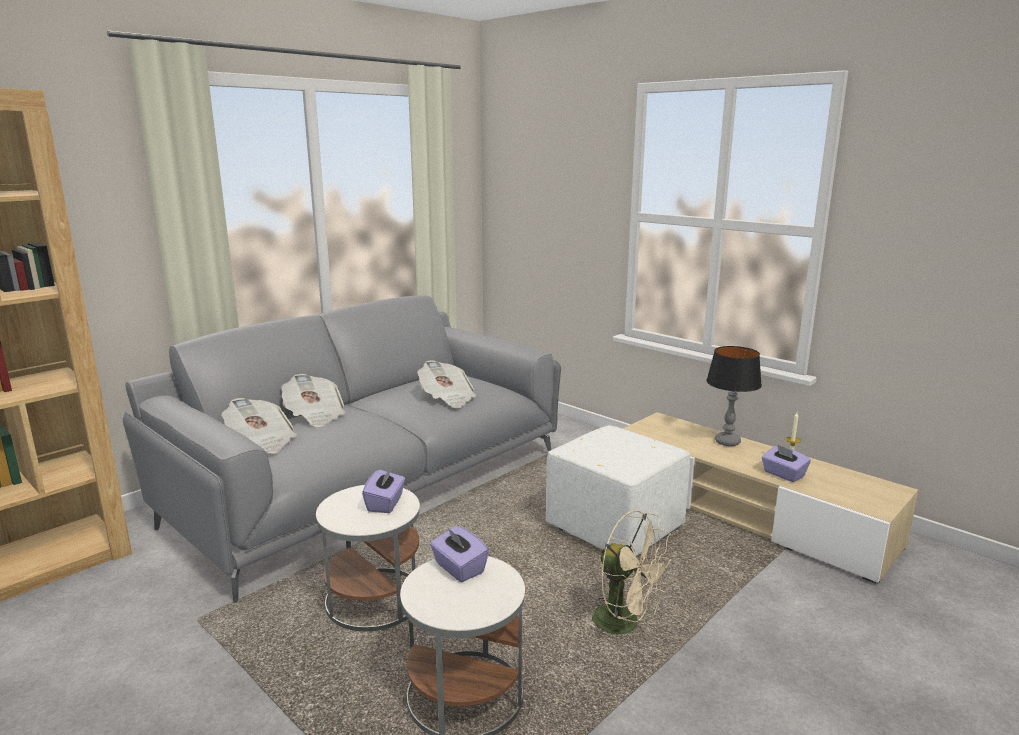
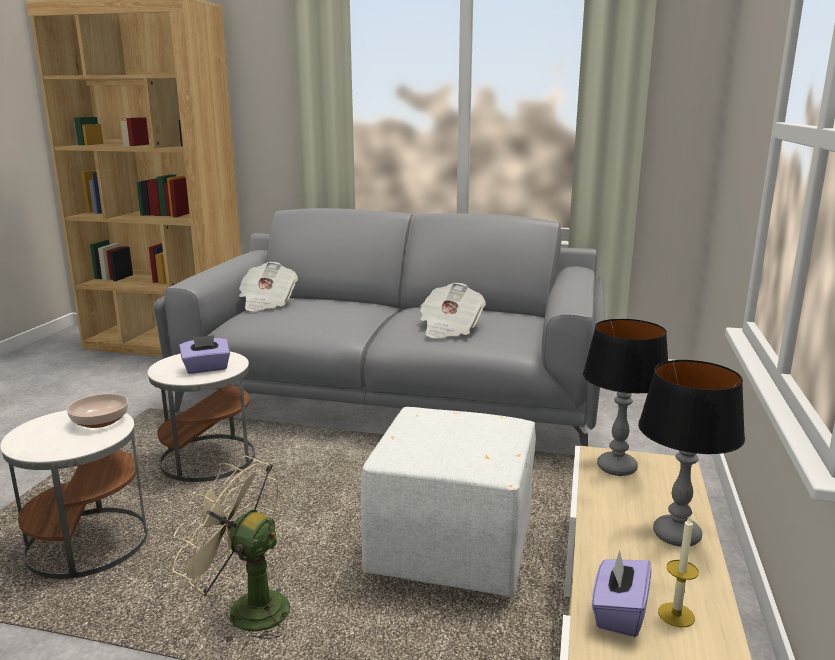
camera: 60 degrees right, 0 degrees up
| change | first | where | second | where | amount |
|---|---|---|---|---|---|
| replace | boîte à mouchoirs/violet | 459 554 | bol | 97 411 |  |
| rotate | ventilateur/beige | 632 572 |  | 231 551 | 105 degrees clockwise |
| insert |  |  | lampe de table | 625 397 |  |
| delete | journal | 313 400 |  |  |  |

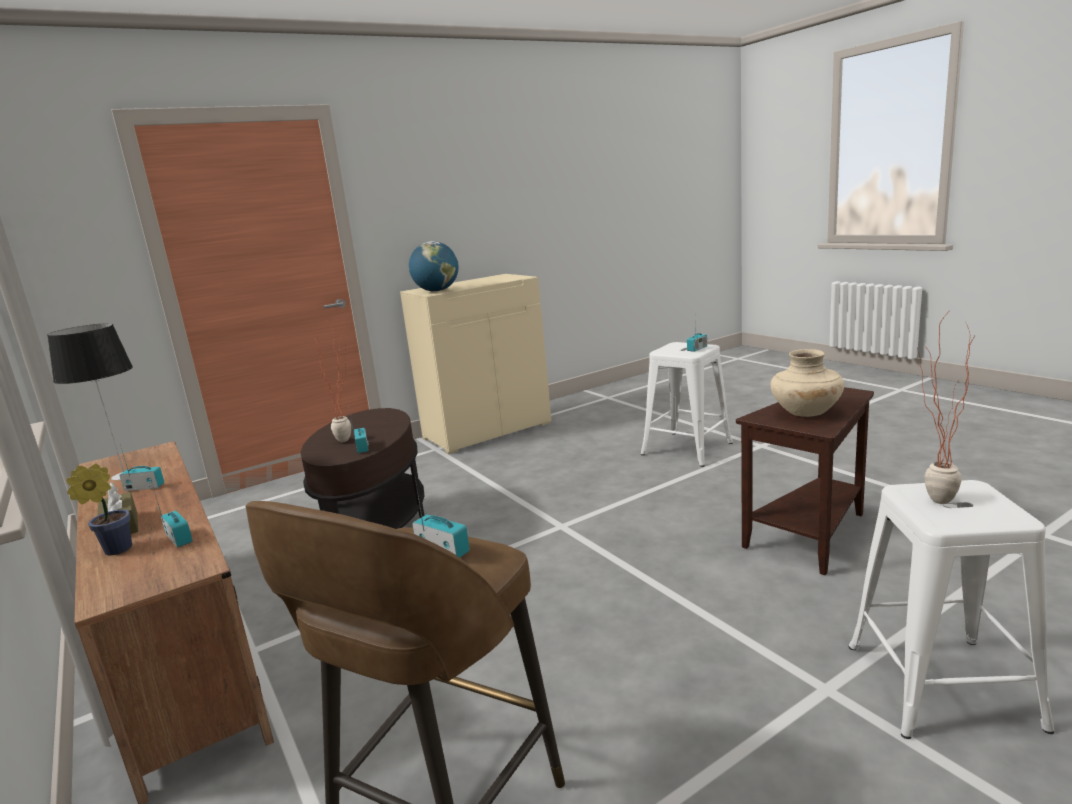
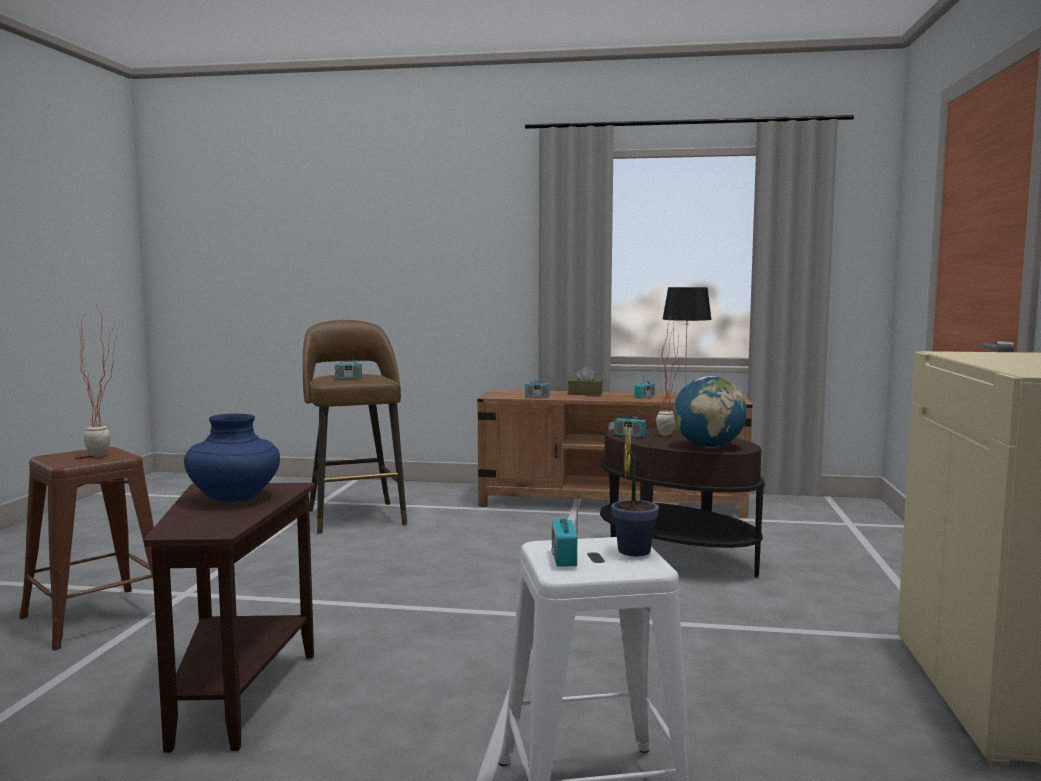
camera: 130 degrees right, 10 degrees down
| change | first | where | second | where | amount |
|---|---|---|---|---|---|
| recolor | tabouret/blanc | 951 609 | tabouret/marron | 86 548 |  |
| recolor | vase/beige | 807 383 | vase/bleu | 232 457 |  |
| move | plante en pot | 99 510 |  | 635 490 |  |
| move | globe | 434 266 |  | 710 412 |  |

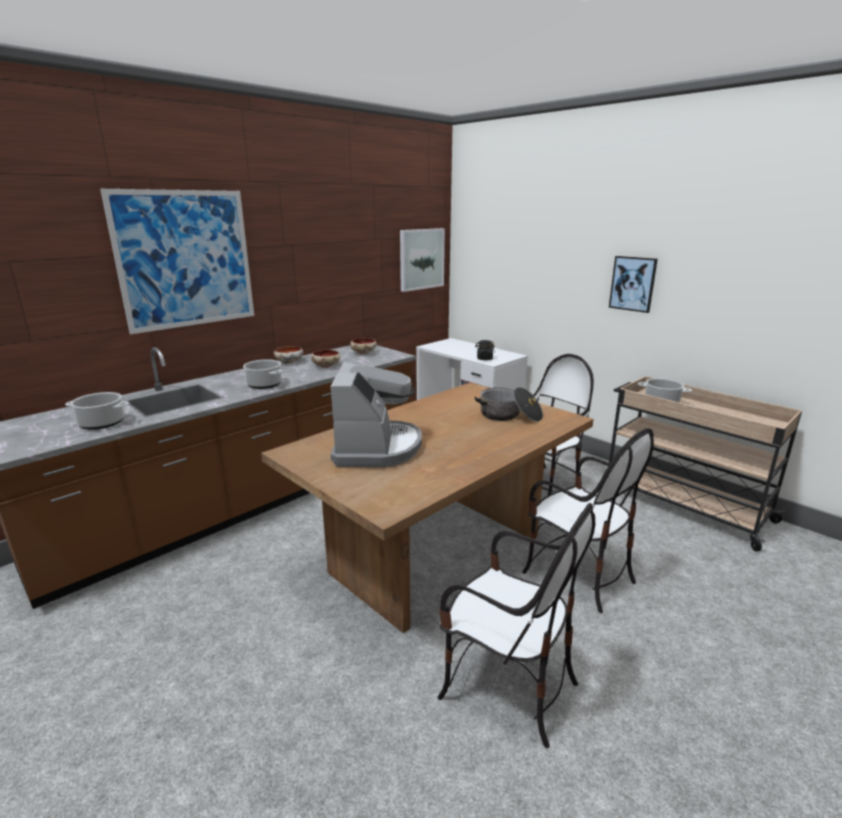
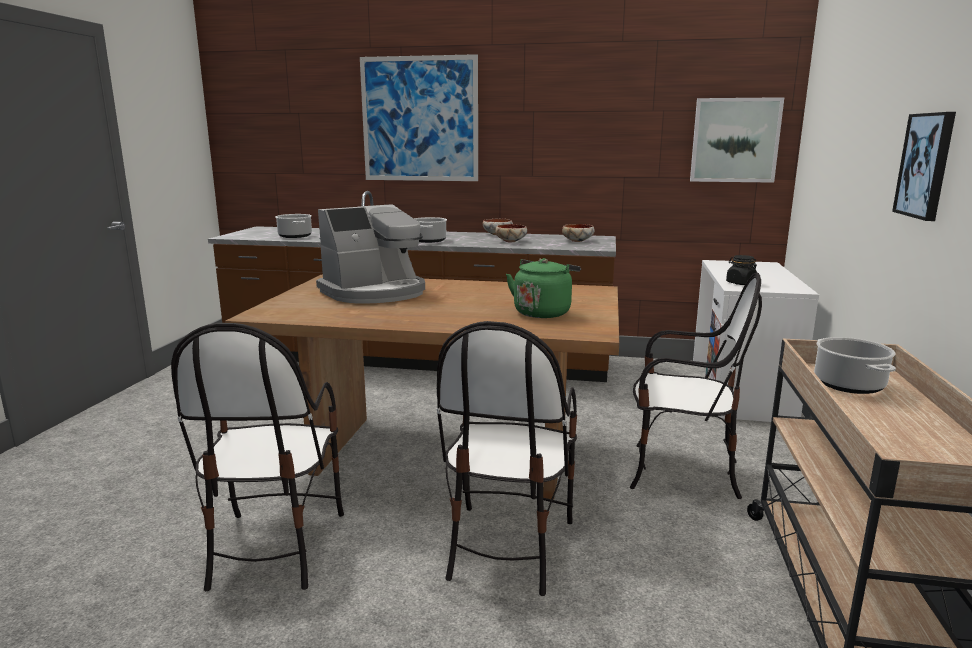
camera: 55 degrees right, 5 degrees down
| change | first | where | second | where | amount |
|---|---|---|---|---|---|
| replace | marmite | 509 404 | bouilloire/vert | 543 288 |  |

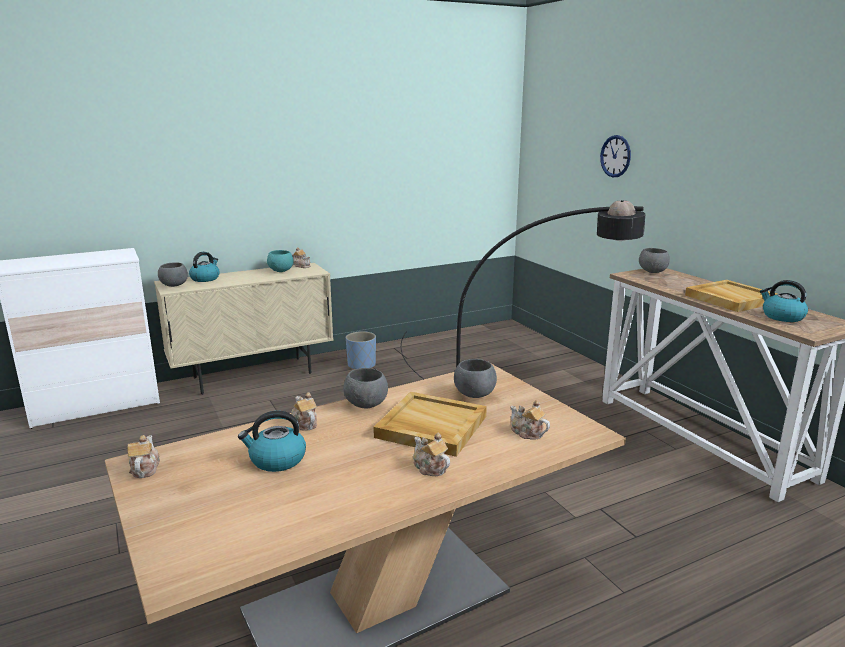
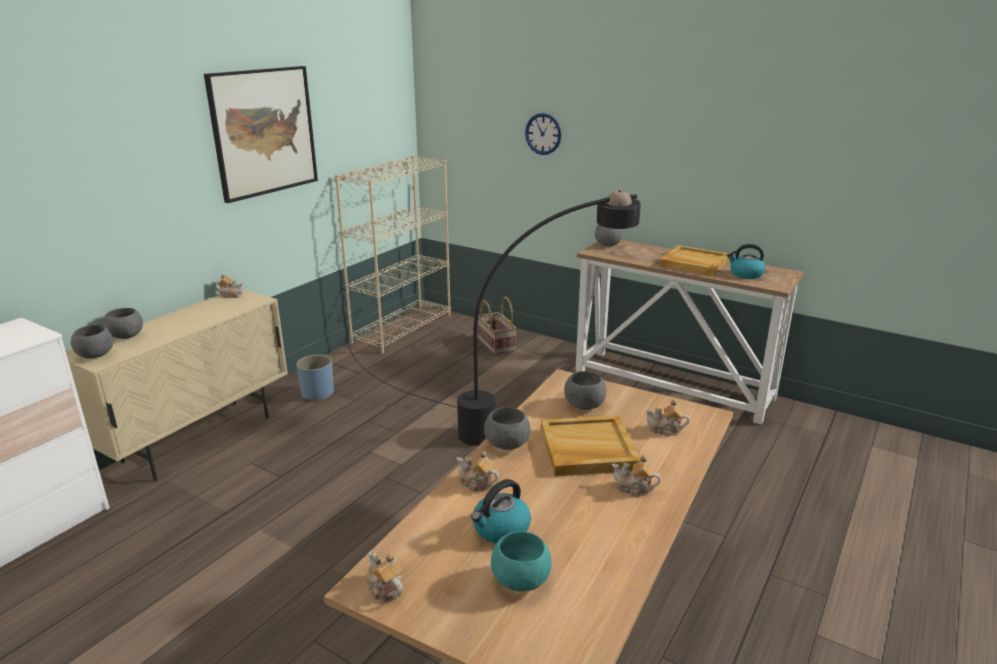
camera: 30 degrees left, 5 degrees up
| change | first | where | second | where | amount |
|---|---|---|---|---|---|
| replace | bouilloire | 204 267 | bol/gris | 123 323 |  |
| insert |  |  | tableau | 261 134 |  |
| insert |  |  | bibliothèque/beige | 393 255 |  |
| insert |  |  | panier | 497 326 |  |
| move | bol/turquoise | 280 261 |  | 521 561 |  |

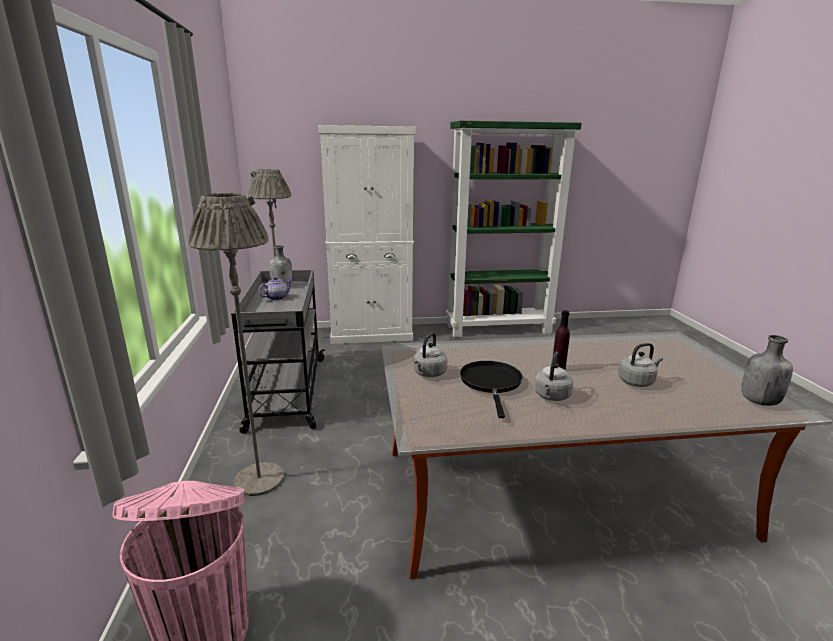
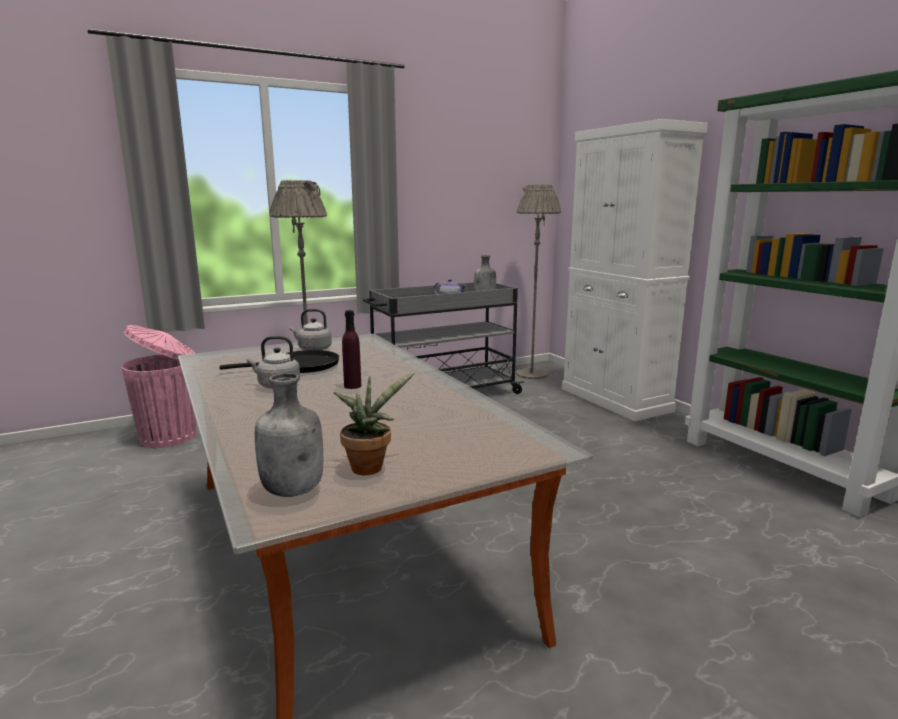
camera: 70 degrees right, 5 degrees down
| change | first | where | second | where | amount |
|---|---|---|---|---|---|
| insert |  |  | plante en pot | 374 423 |  |
| delete | bouilloire/gris | 640 365 |  |  |  |

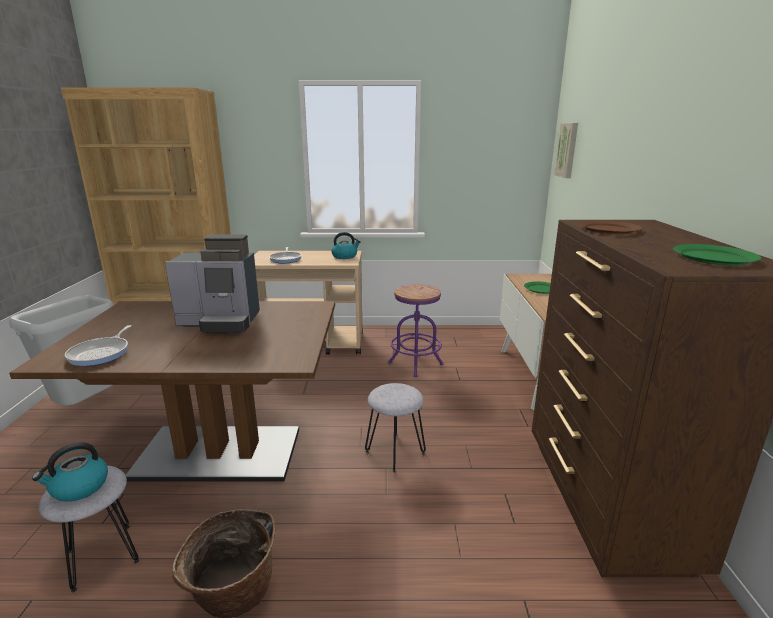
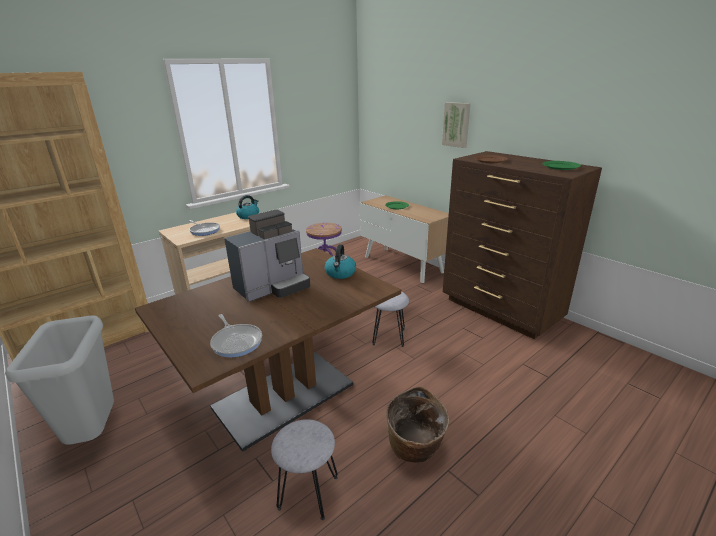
camera: 40 degrees left, 5 degrees up
| change | first | where | second | where | amount |
|---|---|---|---|---|---|
| move | bouilloire | 70 472 |  | 340 261 |  |
| move | tableau | 566 150 |  | 456 125 |  |

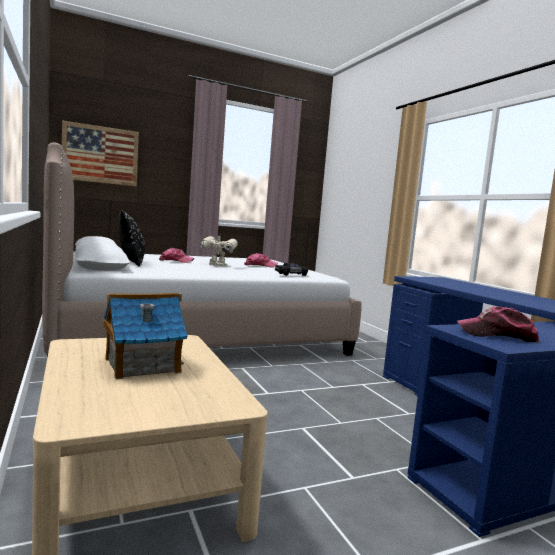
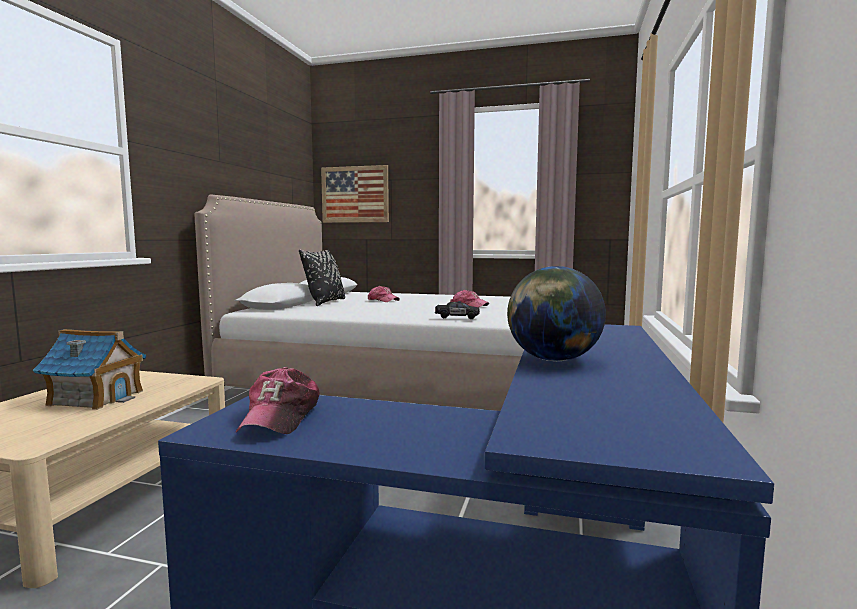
camera: 40 degrees right, 0 degrees up
| change | first | where | second | where | amount |
|---|---|---|---|---|---|
| rotate | casquette | 498 324 |  | 278 400 | 135 degrees counterclockwise |
| insert |  |  | globe | 556 313 |  |
| delete | robot jouet | 219 249 |  |  |  |

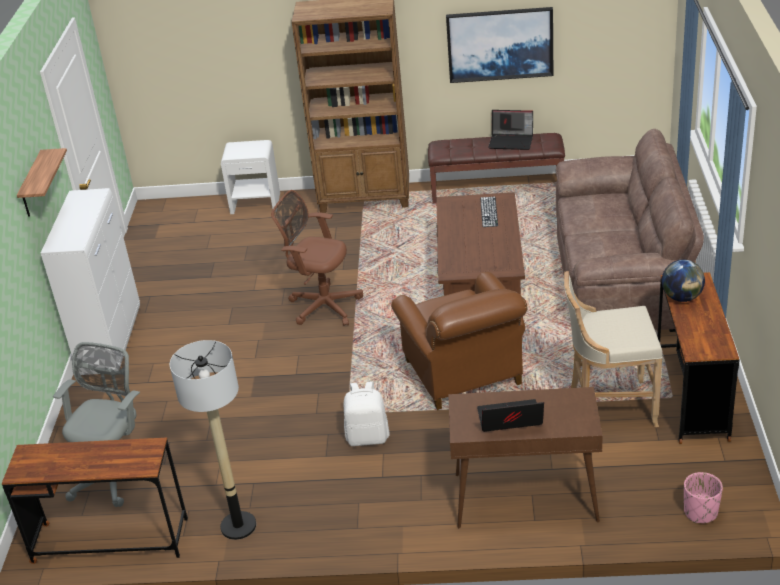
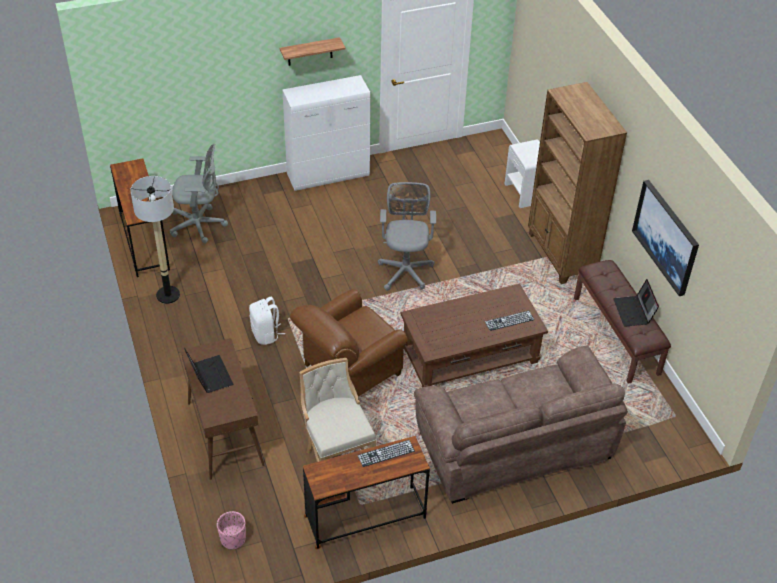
camera: 65 degrees right, 10 degrees up
| change | first | where | second | where | amount |
|---|---|---|---|---|---|
| replace | globe | 683 281 | clavier | 386 453 |  |
| recolor | chaise de bureau/marron | 317 258 | chaise de bureau/gris | 407 236 |  |

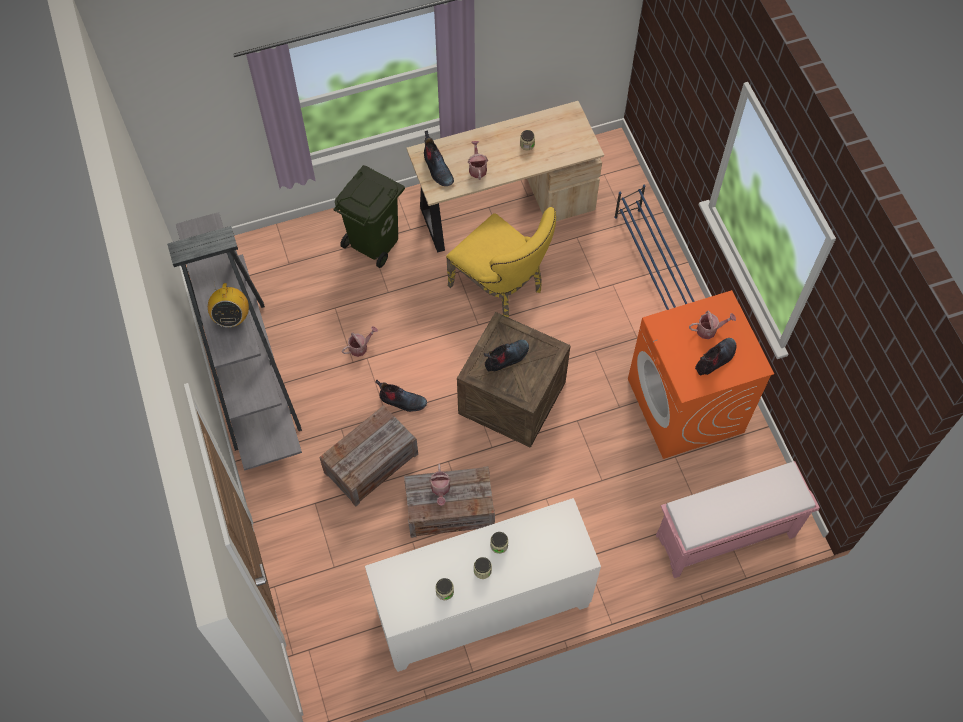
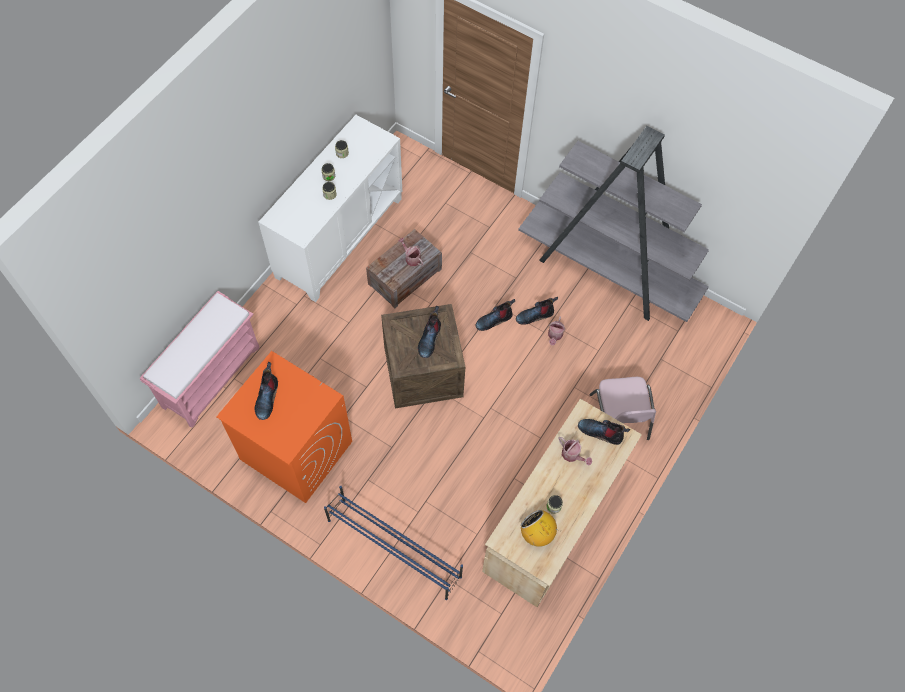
camera: 140 degrees right, 0 degrees up
| change | first | where | second | where | amount |
|---|---|---|---|---|---|
| insert |  |  | botte | 537 310 |  |
| move | radio | 228 304 |  | 540 528 |  |
| replace | poubelle/vert | 369 216 | chaise/rose | 623 408 |  |
| delete | caisse | 368 455 |  |  |  |
| delete | chaise/jaune | 501 262 |  |  |  |
| delete | arrosoir | 712 325 |  |  |  |

